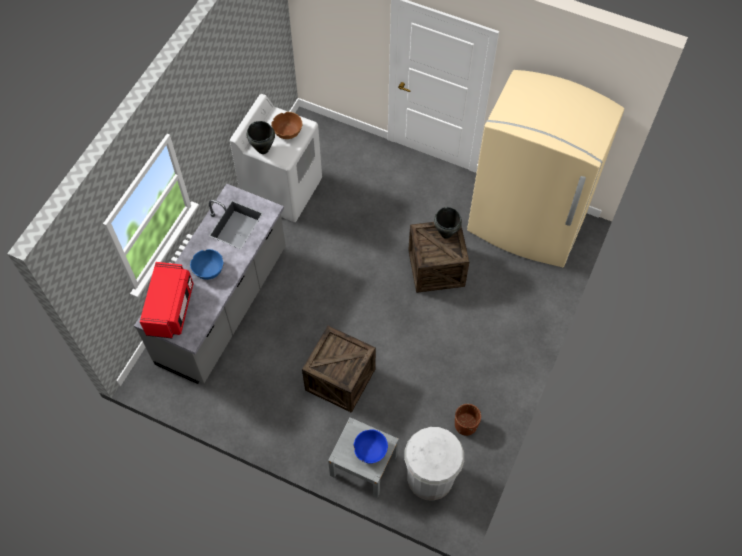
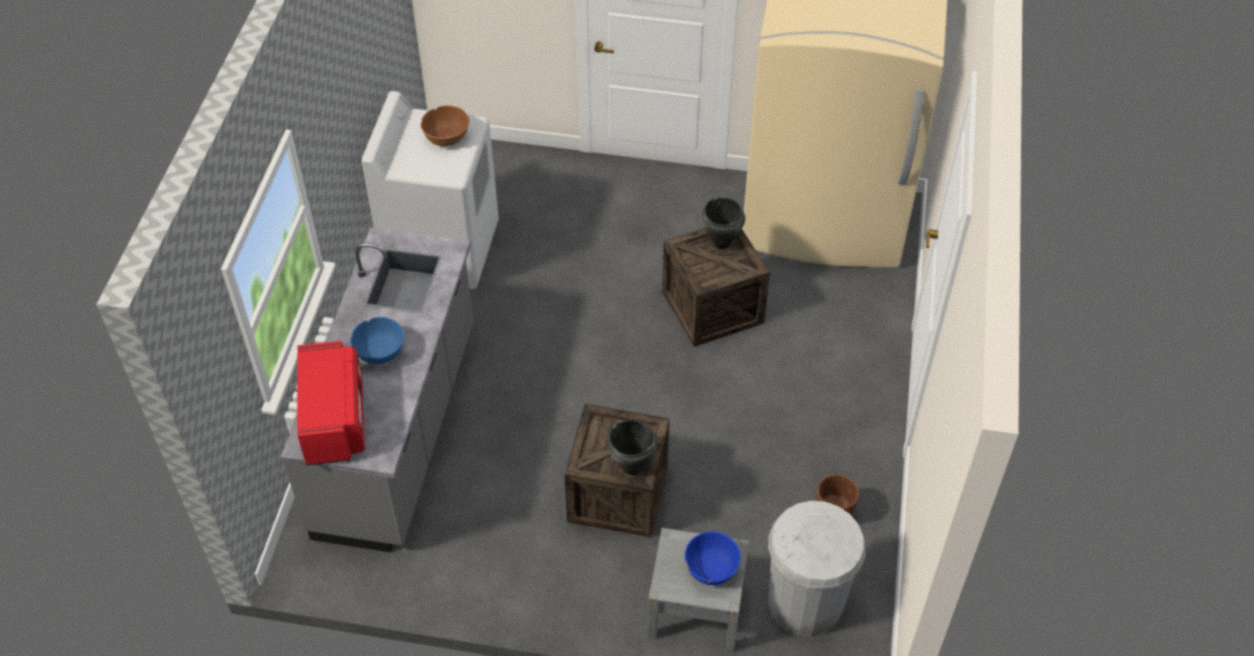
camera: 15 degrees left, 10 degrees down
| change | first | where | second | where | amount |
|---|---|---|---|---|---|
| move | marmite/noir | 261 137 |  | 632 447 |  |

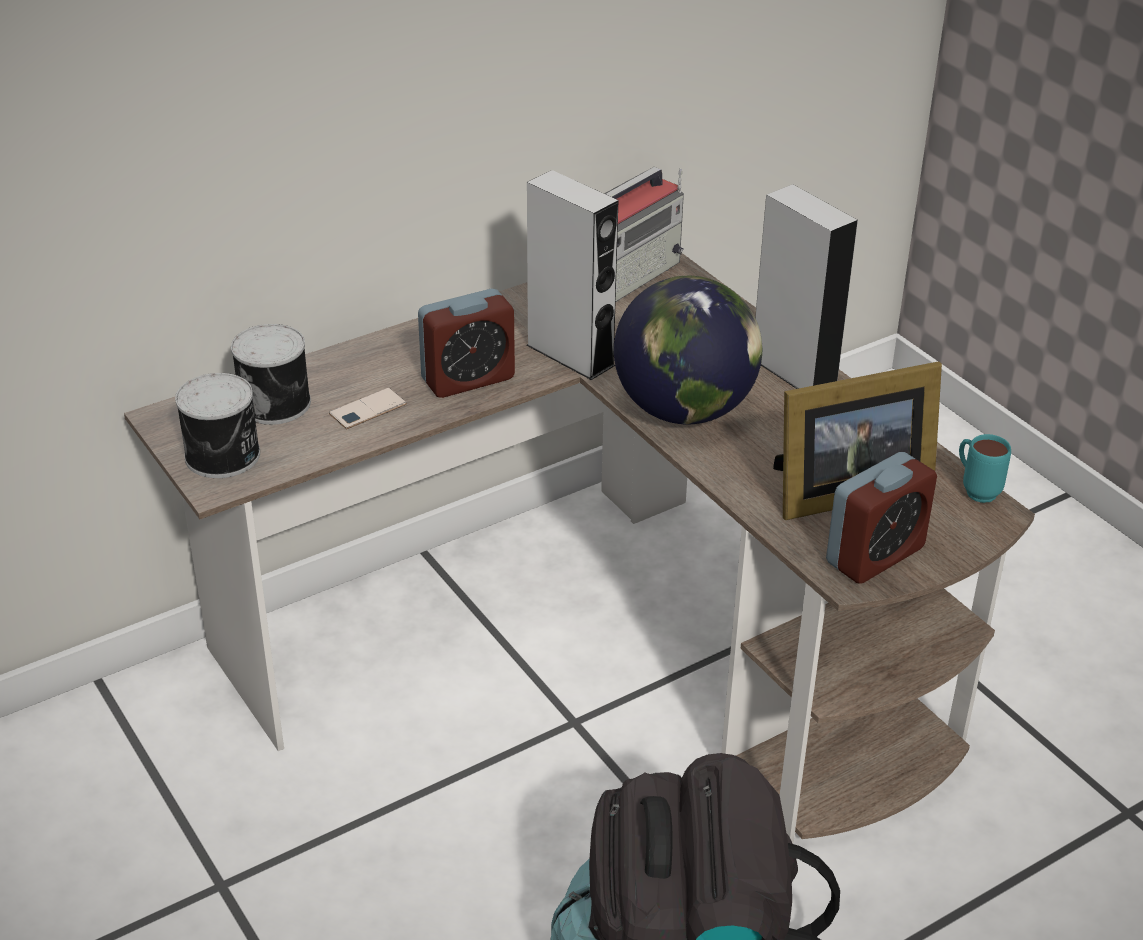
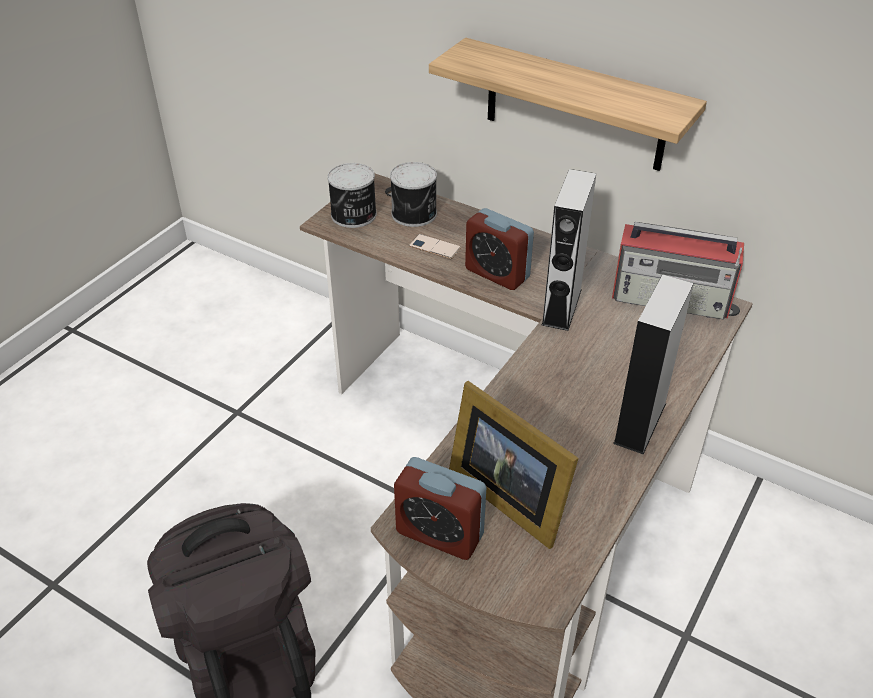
camera: 65 degrees right, 5 degrees up
| change | first | where | second | where | amount |
|---|---|---|---|---|---|
| insert |  |  | étagère | 568 104 |  |
| delete | globe | 688 350 |  |  |  |
| delete | mug/turquoise | 985 468 |  |  |  |

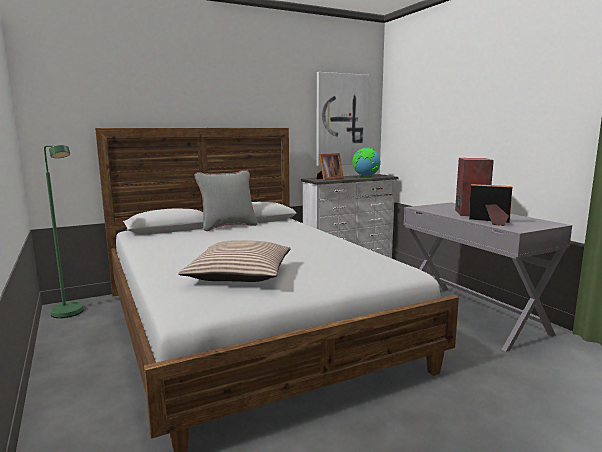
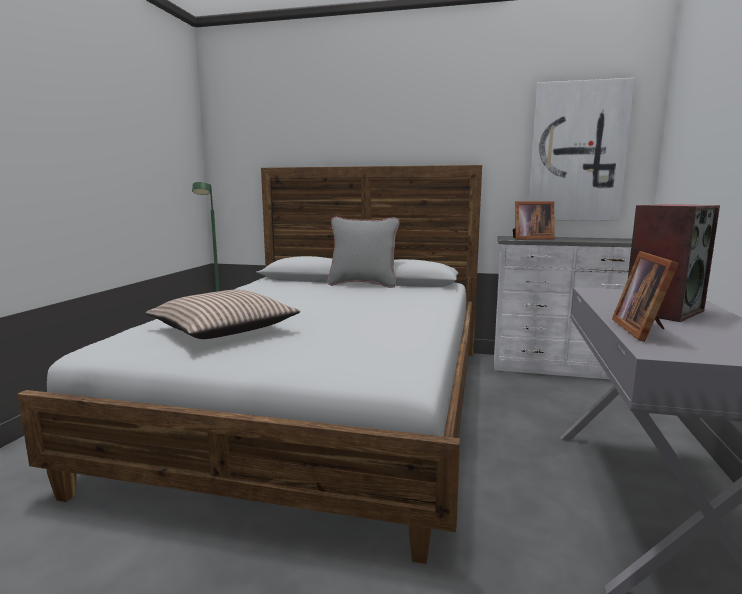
camera: 40 degrees right, 0 degrees up
| change | first | where | second | where | amount |
|---|---|---|---|---|---|
| rotate | cadre photo | 491 205 |  | 645 296 | 150 degrees counterclockwise |
| delete | globe | 366 162 |  |  |  |

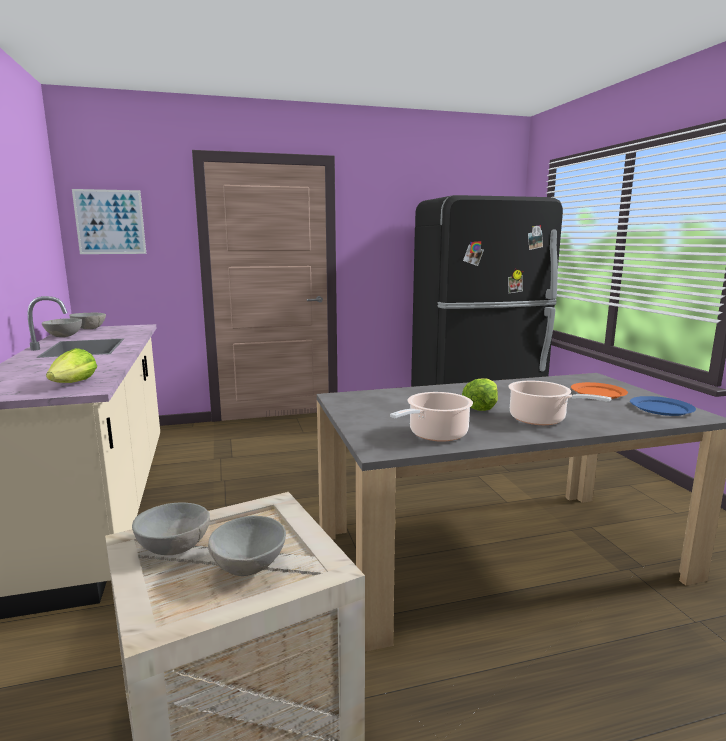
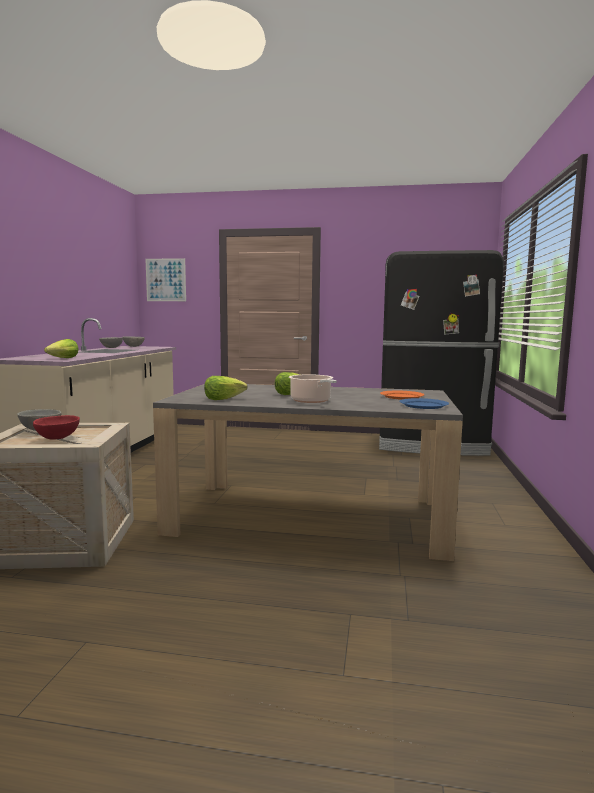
camera: 25 degrees right, 5 degrees down
| change | first | where | second | where | amount |
|---|---|---|---|---|---|
| recolor | bol/gris | 247 546 | bol/rouge | 56 427 |  |
| replace | marmite | 431 417 | laitue | 225 388 |  |

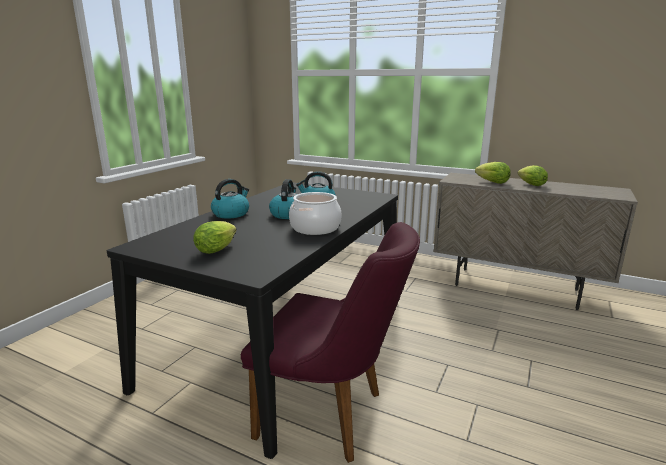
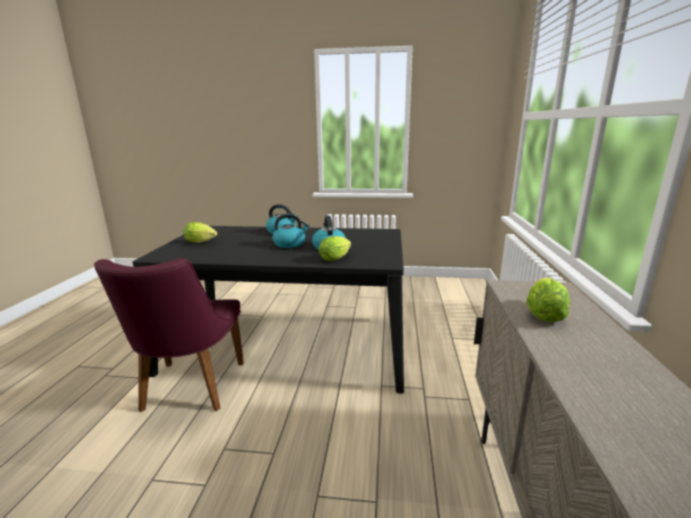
camera: 70 degrees right, 0 degrees up
| change | first | where | second | where | amount |
|---|---|---|---|---|---|
| move | laitue | 532 175 |  | 335 248 |  |
| delete | marmite | 315 213 |  |  |  |

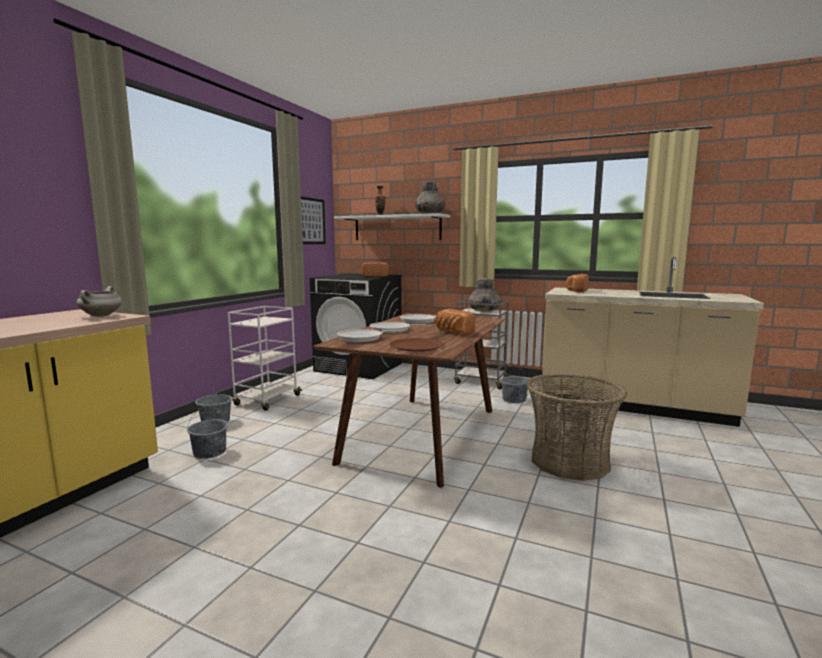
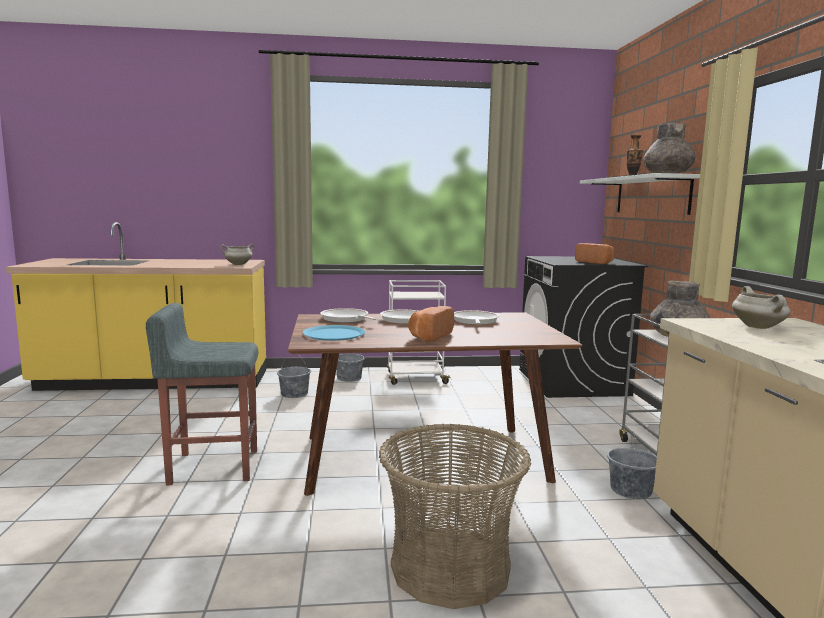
camera: 60 degrees right, 0 degrees up
| change | first | where | second | where | amount |
|---|---|---|---|---|---|
| insert |  |  | tabouret/gris | 202 394 |  |
| recolor | assiette/marron | 416 344 | assiette/bleu | 334 333 |  |
| replace | pain | 577 283 | marmite/blanc | 761 307 |  |
| delete | tableau | 313 220 |  |  |  |

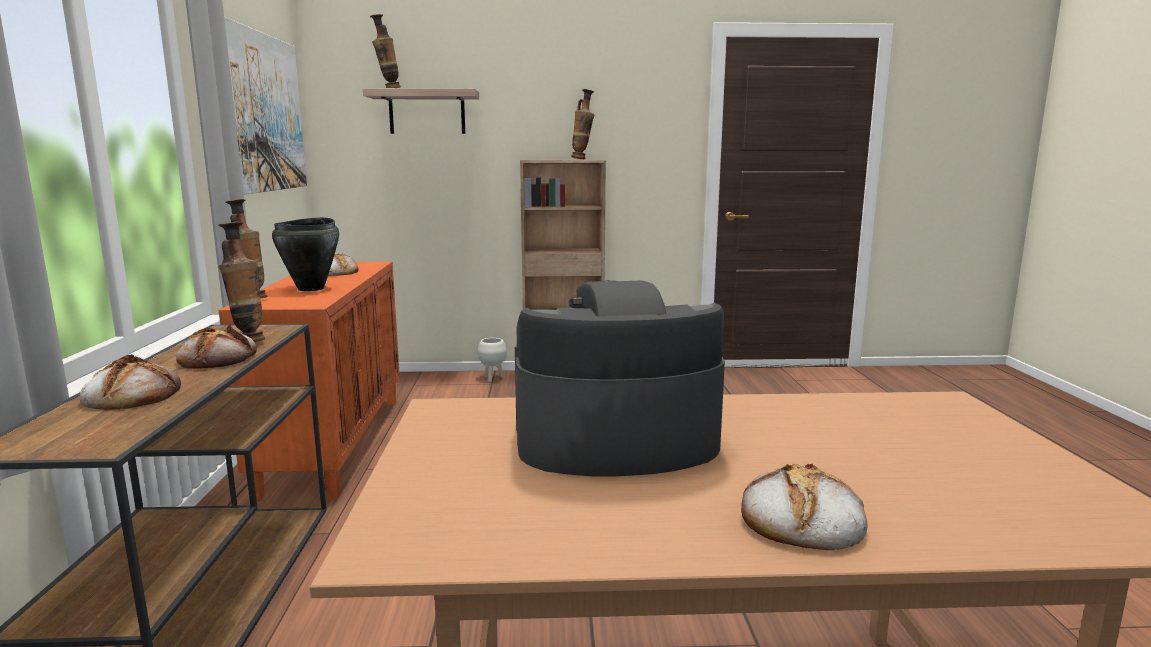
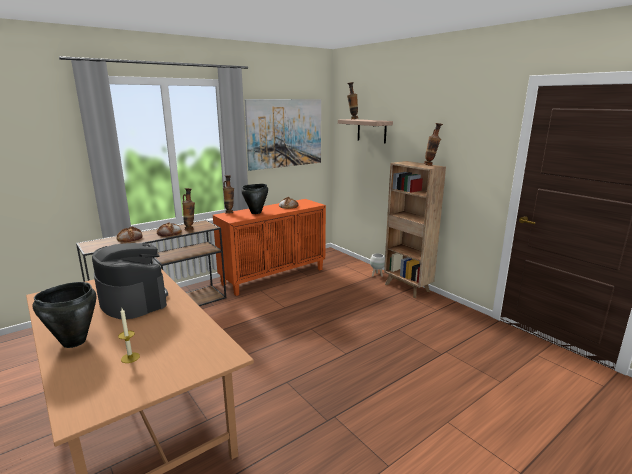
camera: 55 degrees right, 5 degrees up
| change | first | where | second | where | amount |
|---|---|---|---|---|---|
| replace | pain | 804 506 | marmite/noir | 64 315 |  |
| insert |  |  | bougie | 129 335 |  |

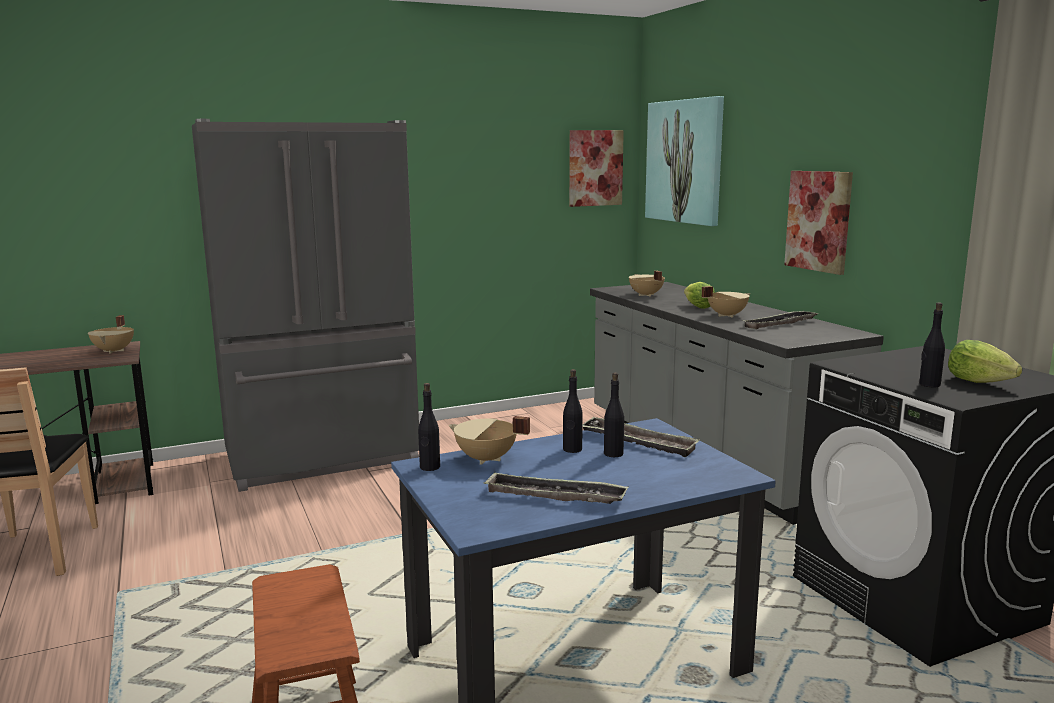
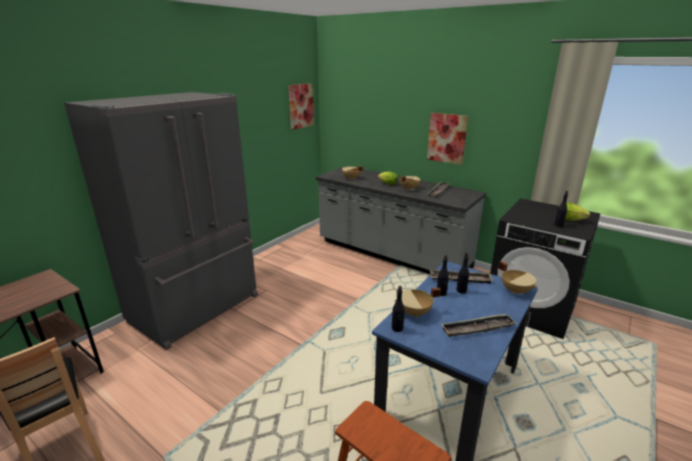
camera: 30 degrees left, 10 degrees up
| change | first | where | second | where | amount |
|---|---|---|---|---|---|
| move | marmite/beige | 111 334 |  | 518 278 |  |
| delete | tableau | 684 161 |  |  |  |

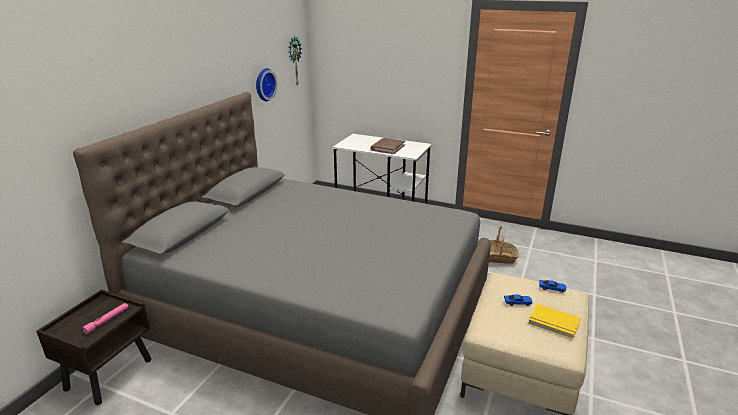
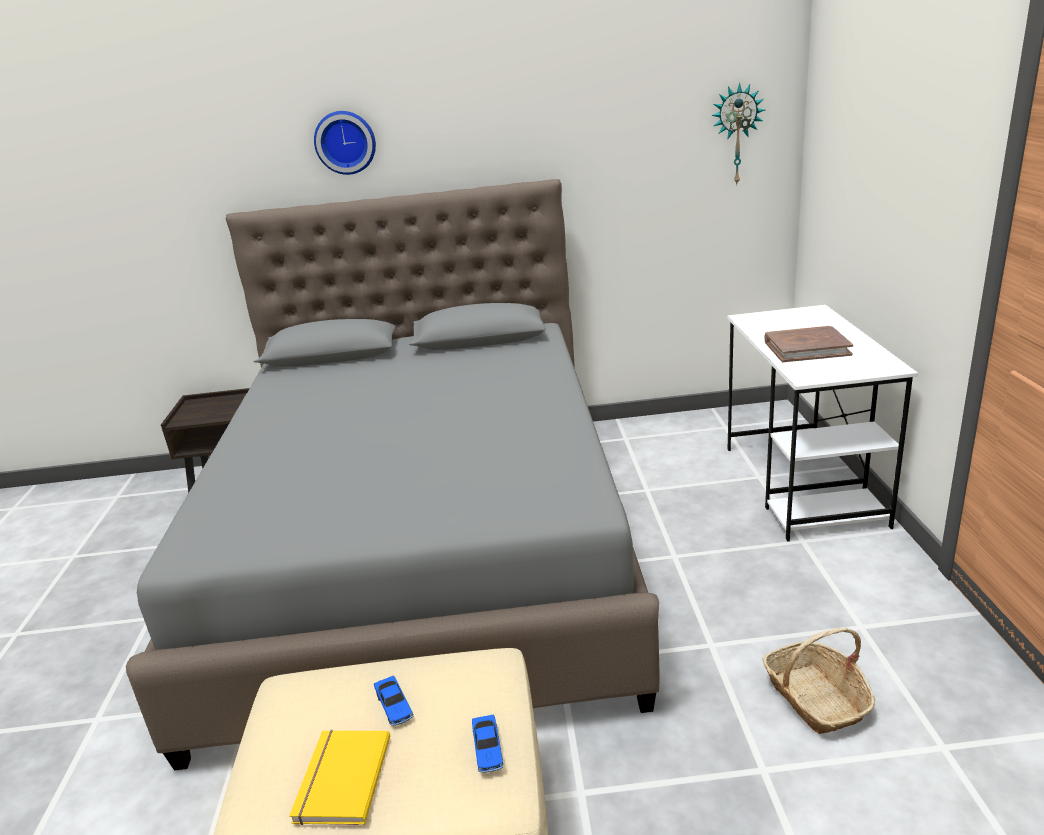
camera: 65 degrees right, 0 degrees up
| change | first | where | second | where | amount |
|---|---|---|---|---|---|
| move | horloge murale | 266 84 |  | 345 143 |  |
| delete | lampe de poche/rose | 105 318 |  |  |  |

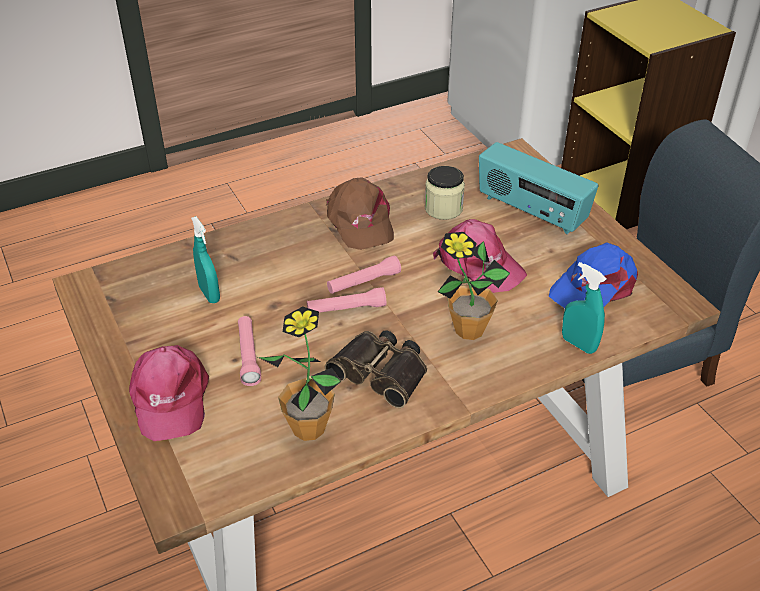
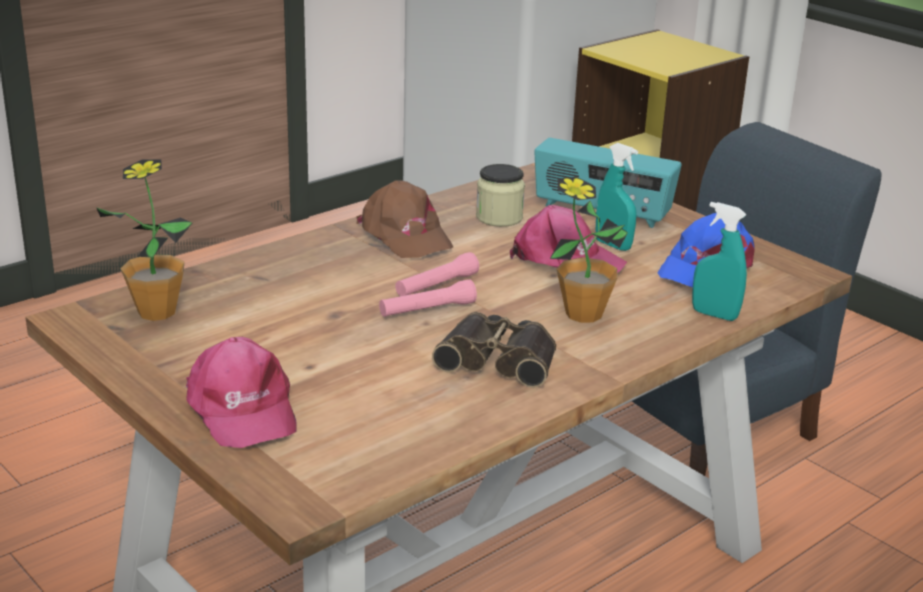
camera: 15 degrees left, 15 degrees down
| change | first | where | second | where | amount |
|---|---|---|---|---|---|
| move | plante en pot | 299 373 |  | 144 240 |  |
| move | vaporisateur/turquoise | 205 259 |  | 617 197 |  |
| delete | lampe de poche/rose | 249 351 |  |  |  |

